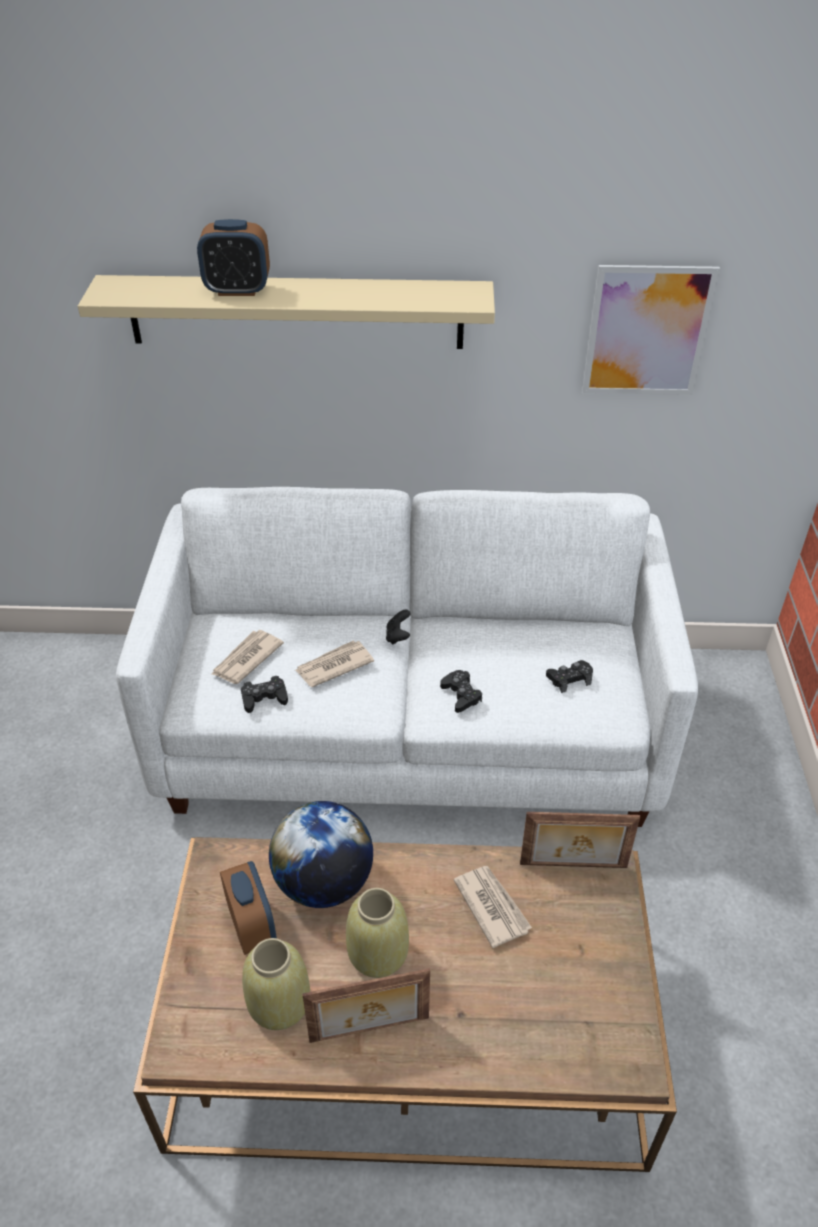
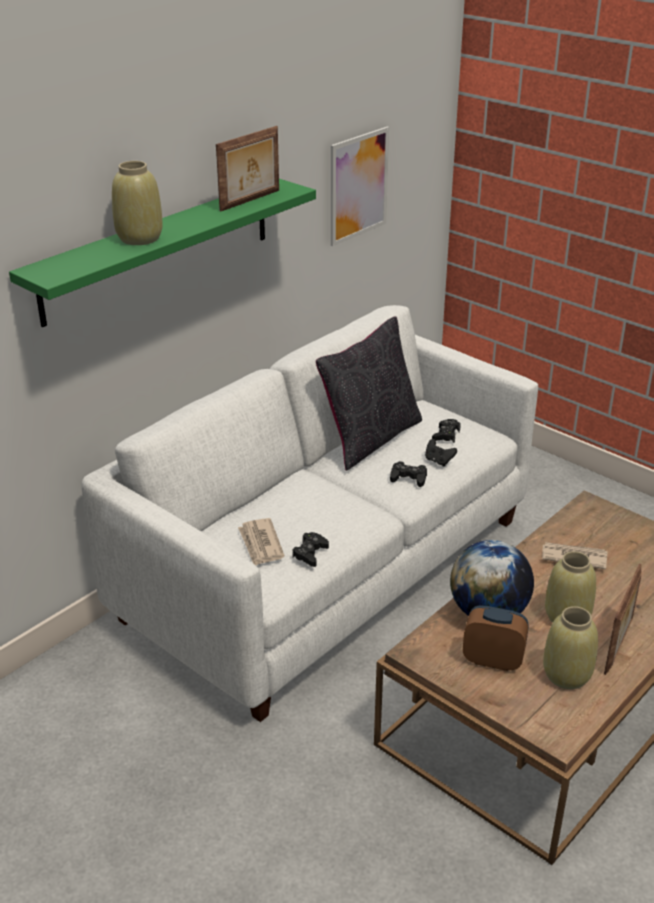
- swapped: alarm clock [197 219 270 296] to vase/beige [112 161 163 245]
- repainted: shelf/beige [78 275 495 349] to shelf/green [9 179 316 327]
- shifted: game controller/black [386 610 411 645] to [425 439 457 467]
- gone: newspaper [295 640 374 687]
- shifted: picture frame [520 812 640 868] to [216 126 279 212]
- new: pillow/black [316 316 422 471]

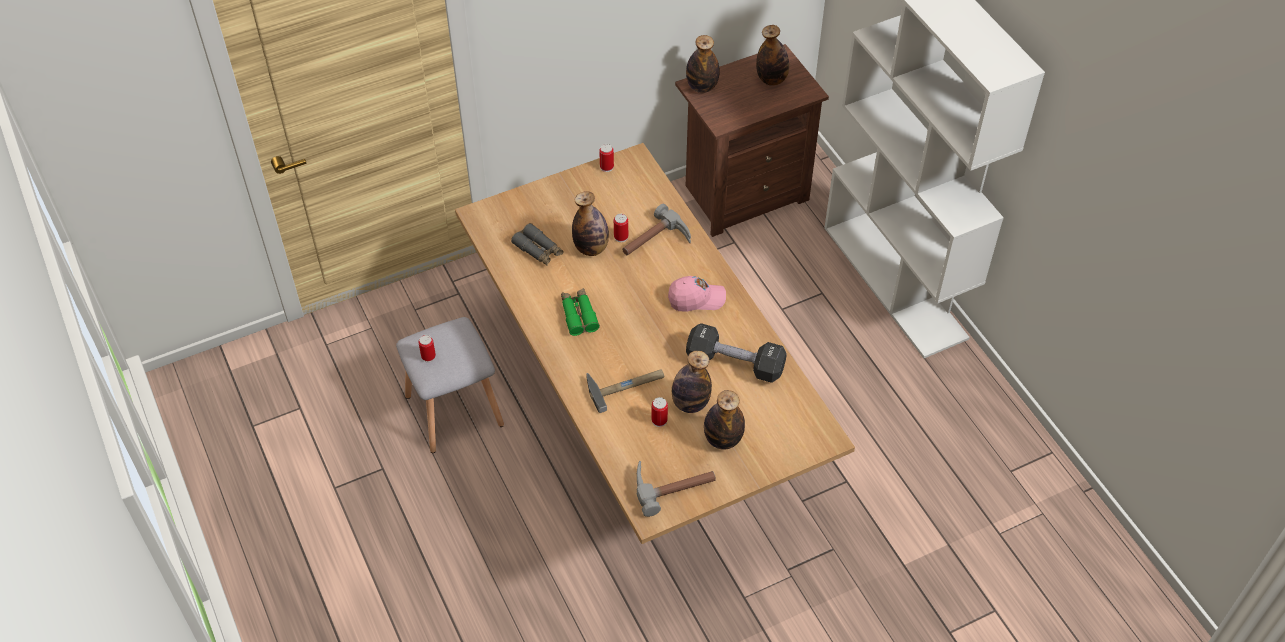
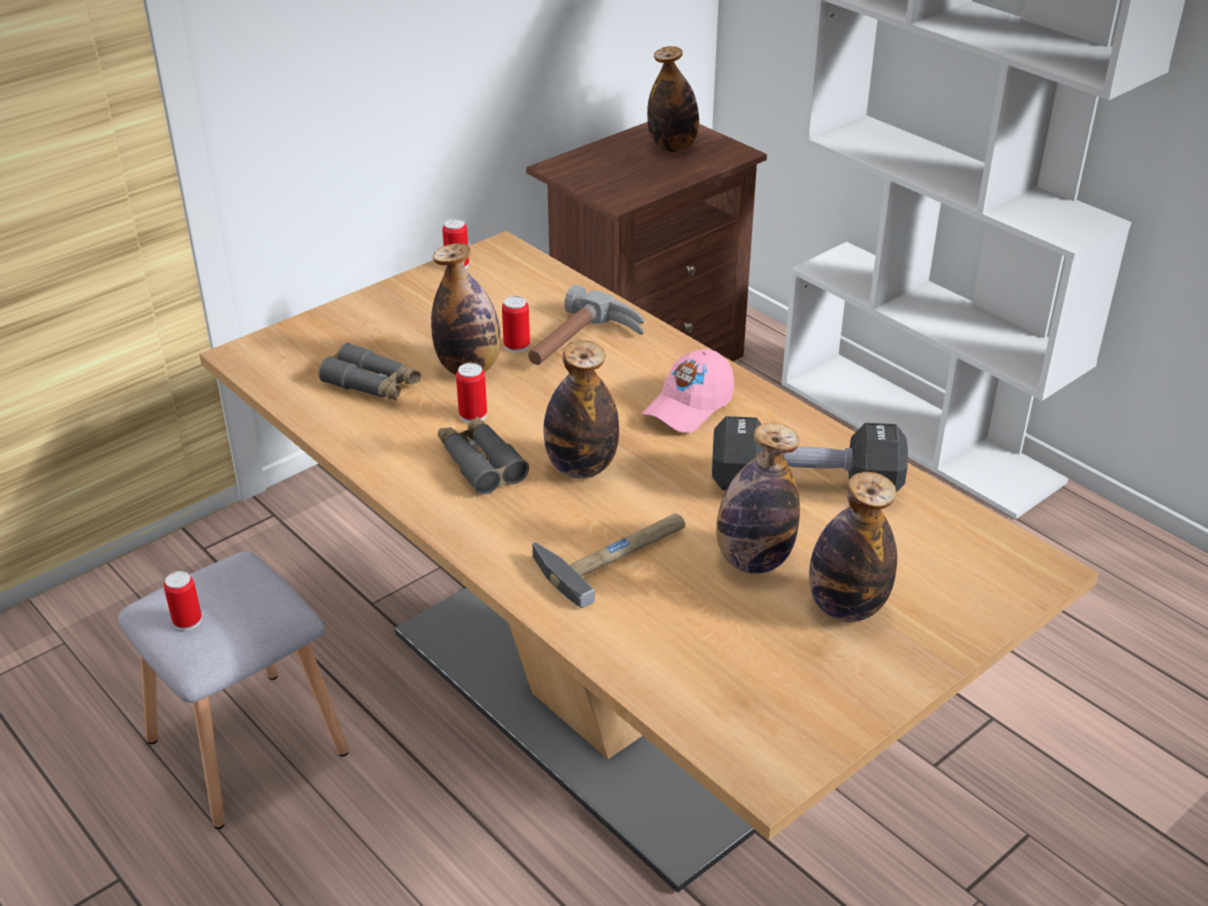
- shifted: bottle [686 35 719 93] to [543 340 619 478]
- rotated: cap/pink [668 276 726 312] = [642 349 734 433] 150 degrees clockwise
- repainted: binoculars/green [561 288 600 336] to binoculars/grey [438 417 529 494]
- shifted: can [652 397 668 427] to [456 363 487 423]
- gone: hammer [637 461 716 517]

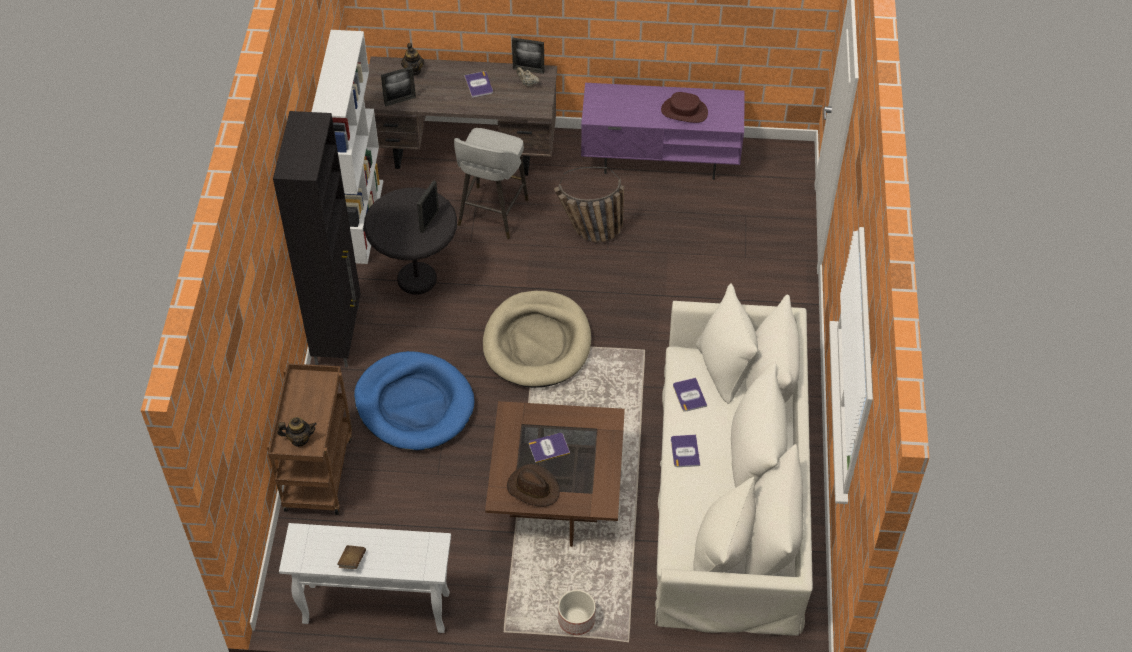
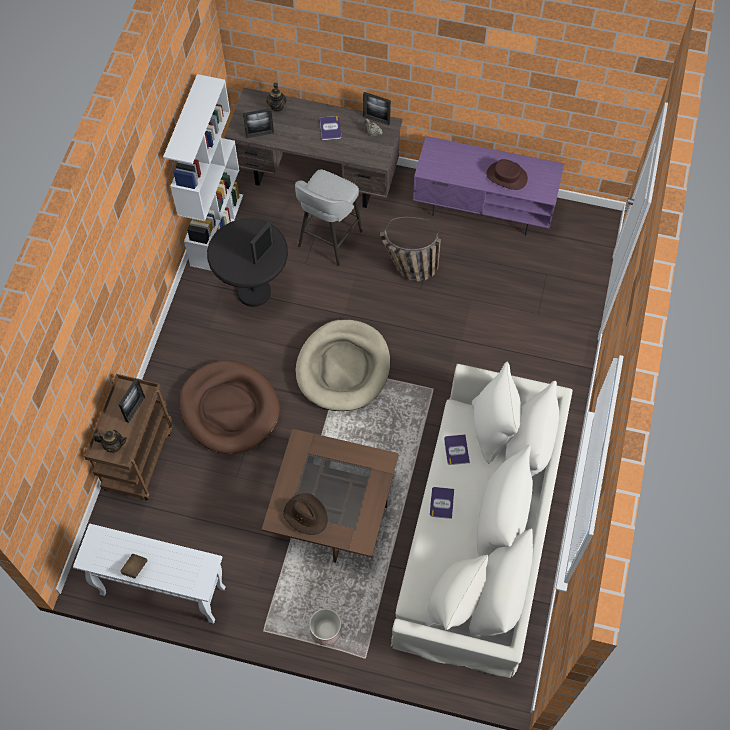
- gone: cabinet/black [273 111 361 367]
- repainted: dog bed/blue [354 351 474 451] to dog bed/brown [180 360 280 454]
- gone: book [529 433 570 463]
- new: picture frame [118 378 145 423]

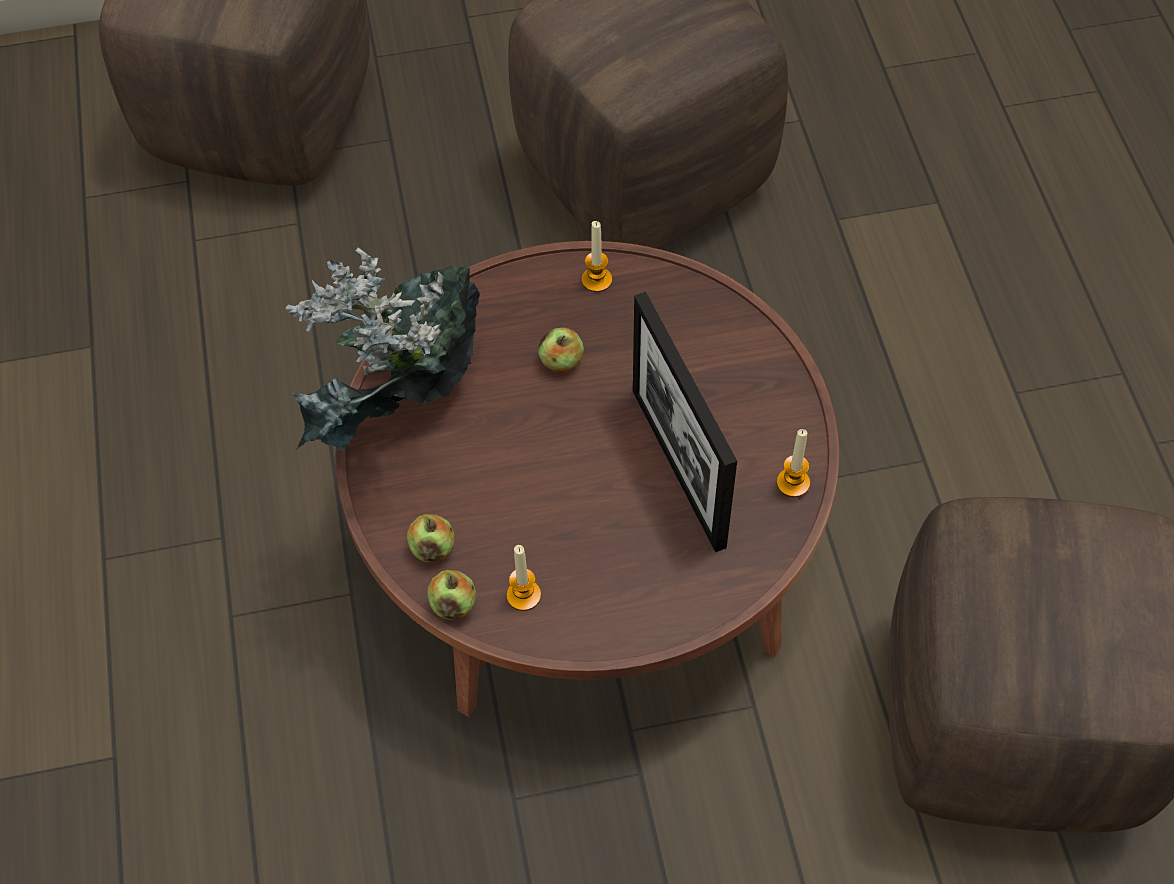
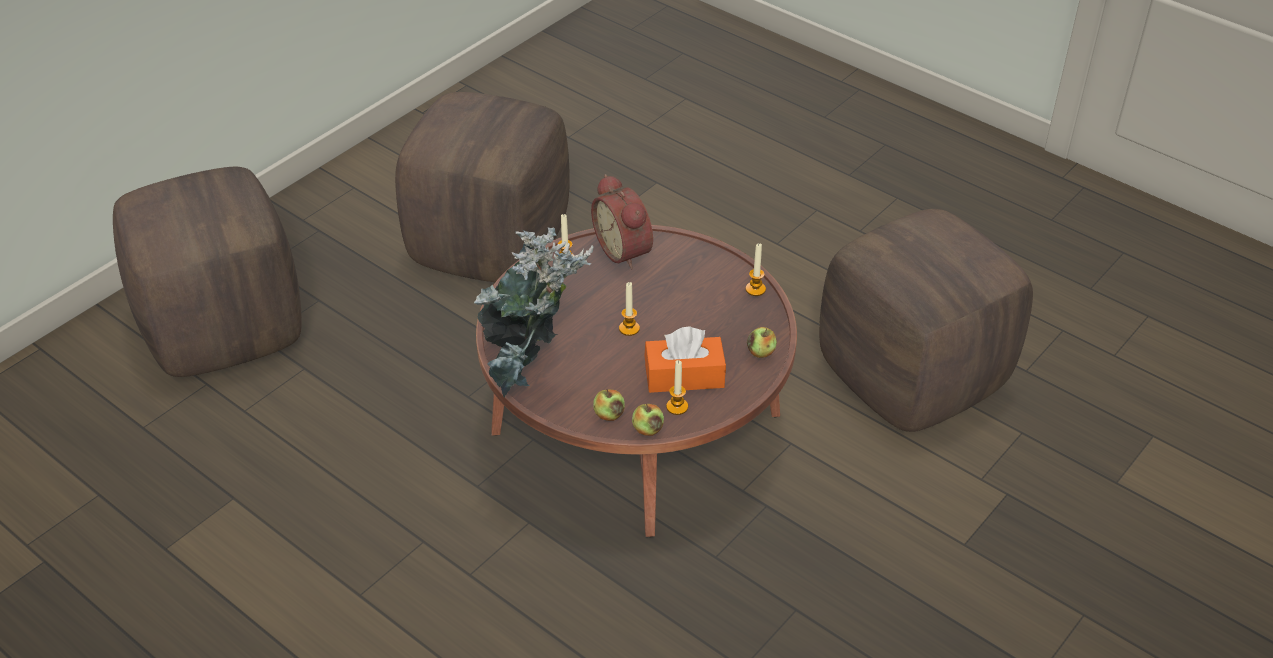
- gone: picture frame [633 292 737 552]
- shifted: apple [538 328 584 372] to [747 327 777 358]
- new: alarm clock [591 174 653 269]
- new: candle [619 282 640 336]
- new: tissue box/orange [644 327 726 393]

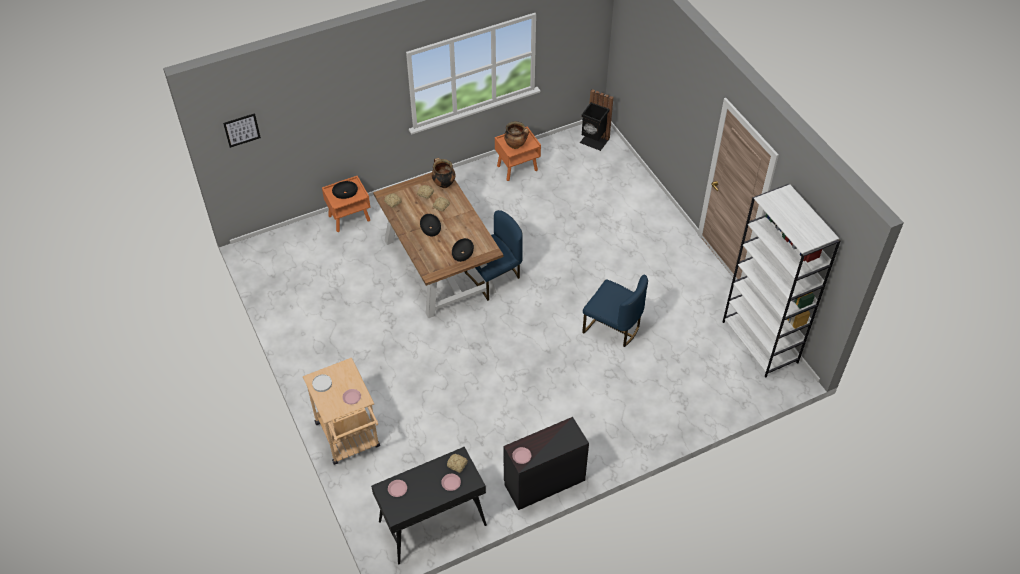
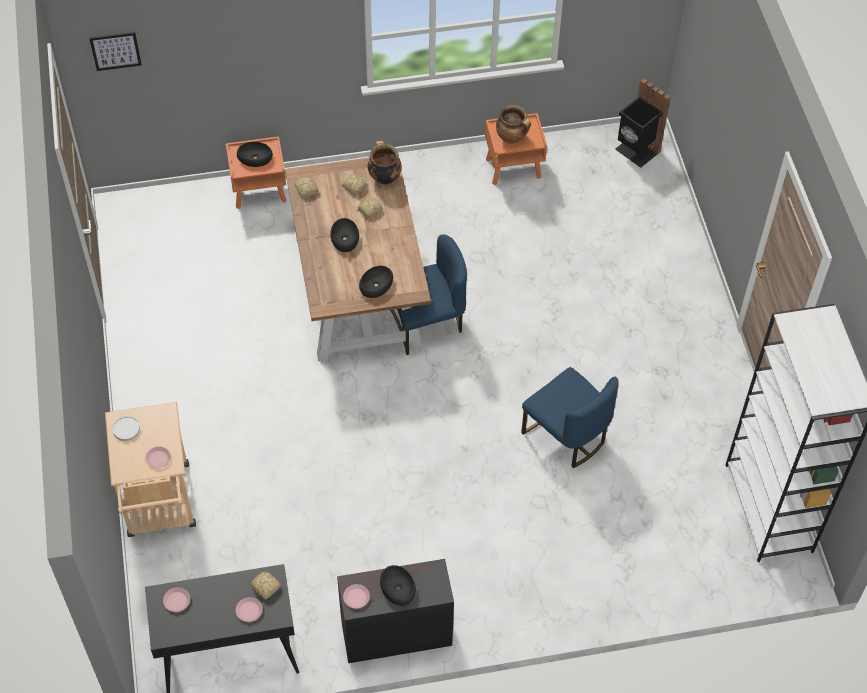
- new: bowl/black [380 565 416 606]

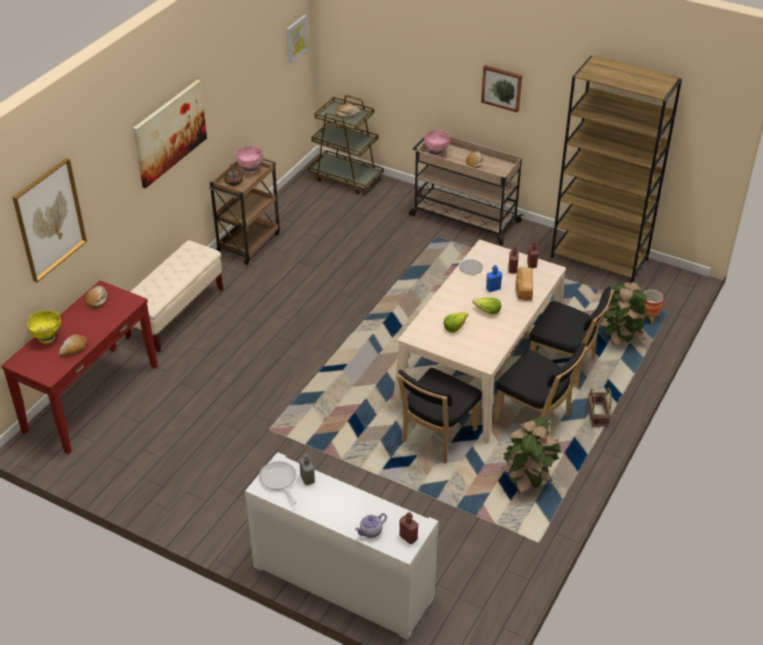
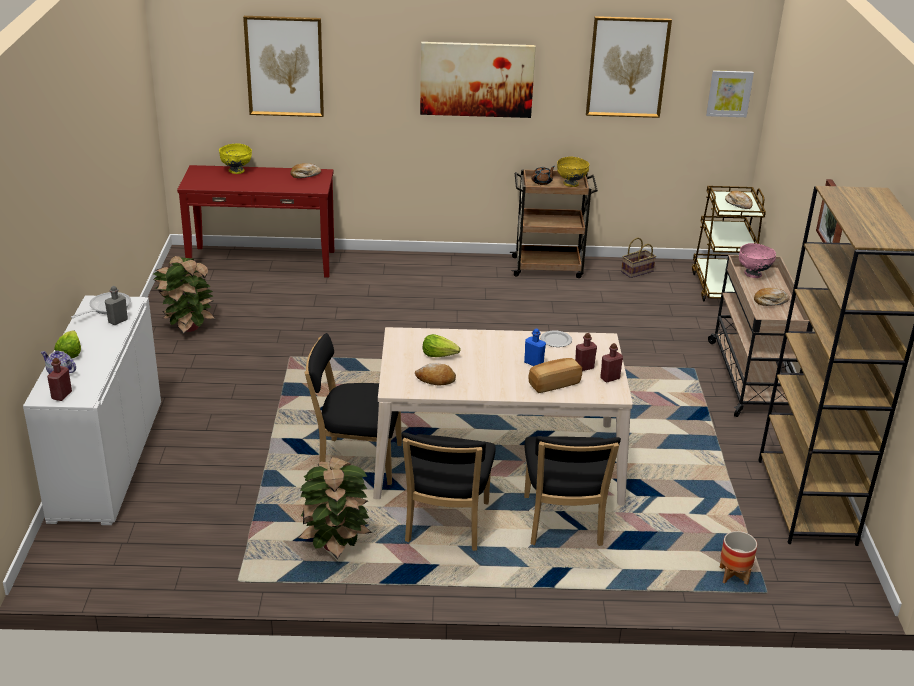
- repainted: bowl/pink [236 146 263 174] to bowl/yellow [557 157 589 187]
- gone: bench/beige [125 240 223 352]
- shifted: potted plant [600 282 648 345] to [153 256 216 334]
- shifted: lettuce [472 297 501 314] to [54 330 81 359]
- shifted: bread [59 334 87 357] to [415 363 456 386]
- shifted: basket [587 388 611 427] to [621 237 656 278]
- new: picture [586 16 672 118]

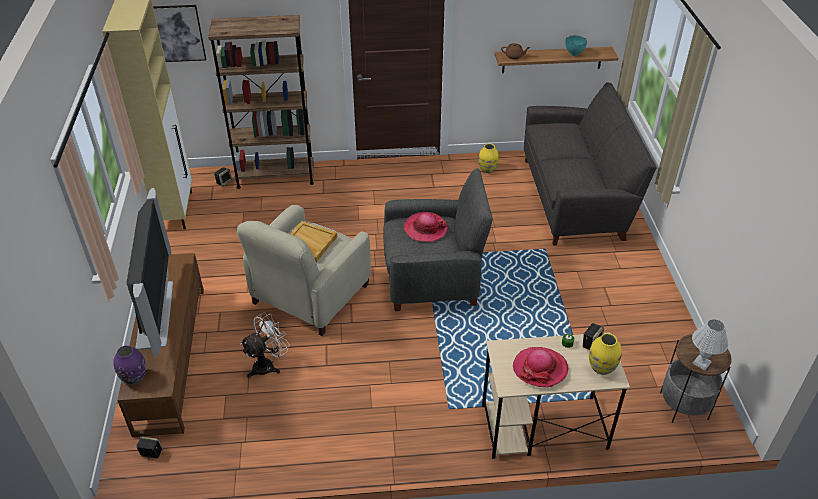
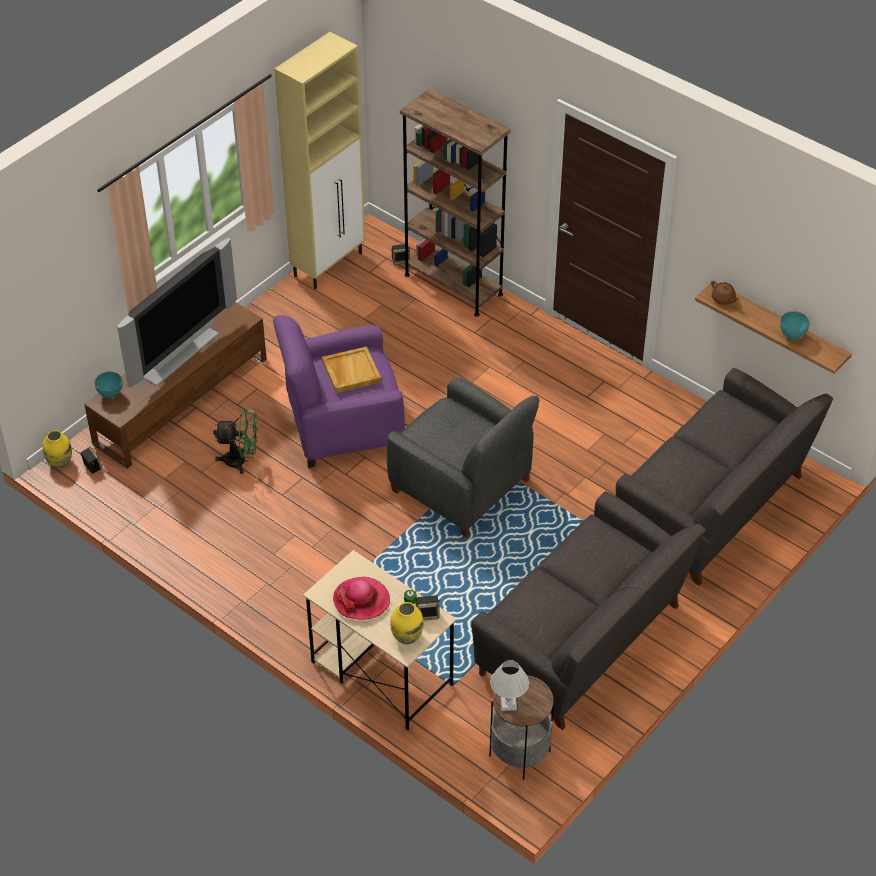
- gone: picture [153 5 206 62]
- shifted: vase/yellow [478 144 499 173] to [43 430 72 468]
- repainted: armchair/beige [237 205 371 336] to armchair/purple [273 315 405 468]
- gone: hat [404 212 448 242]
- repainted: fan/white [240 313 290 378] to fan/green [213 408 258 474]
- swapped: vase/purple [113 345 146 384] to bowl/turquoise [95 372 123 398]
- new: sofa/grey [471 491 706 730]

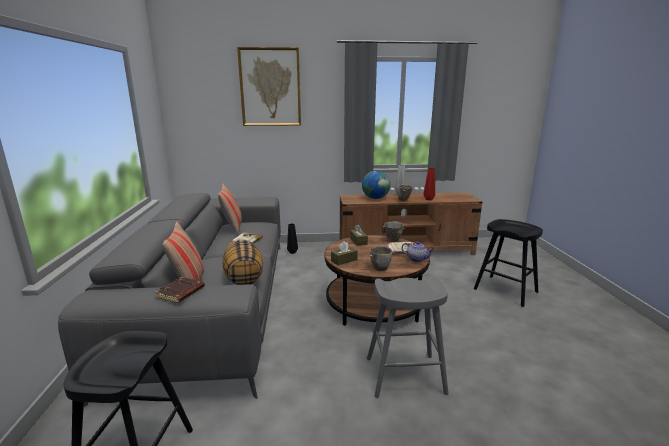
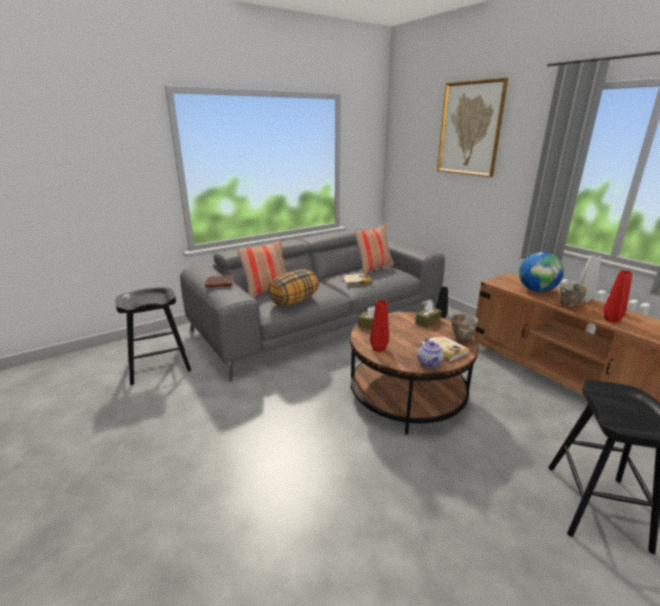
- swapped: bowl [370 246 392 271] to vase/red [370 300 389 352]
- gone: stool/grey [367 277 449 398]

